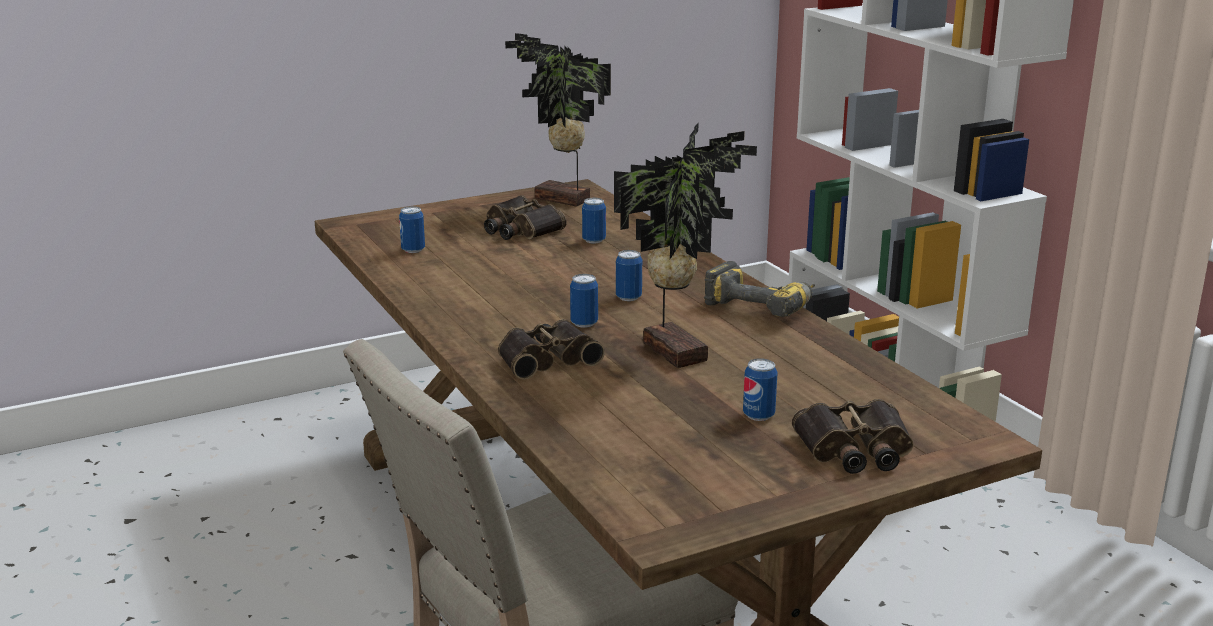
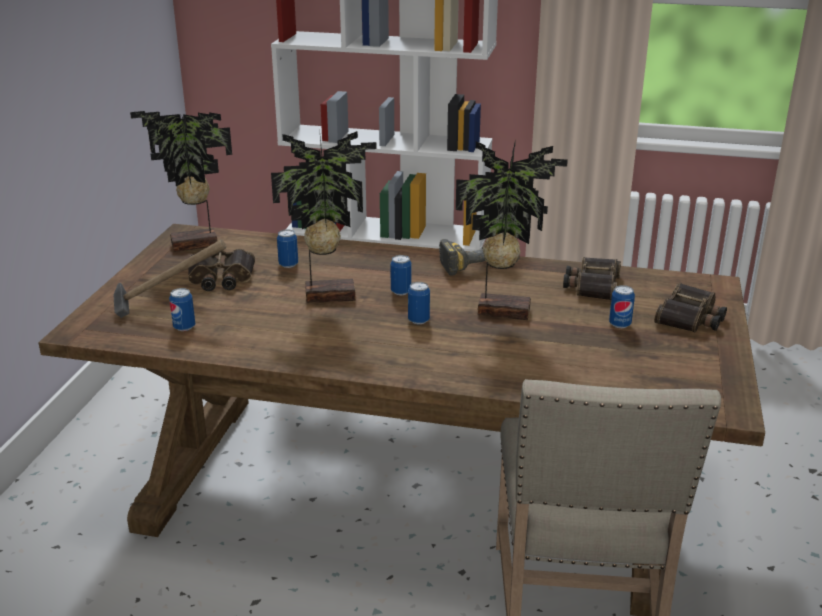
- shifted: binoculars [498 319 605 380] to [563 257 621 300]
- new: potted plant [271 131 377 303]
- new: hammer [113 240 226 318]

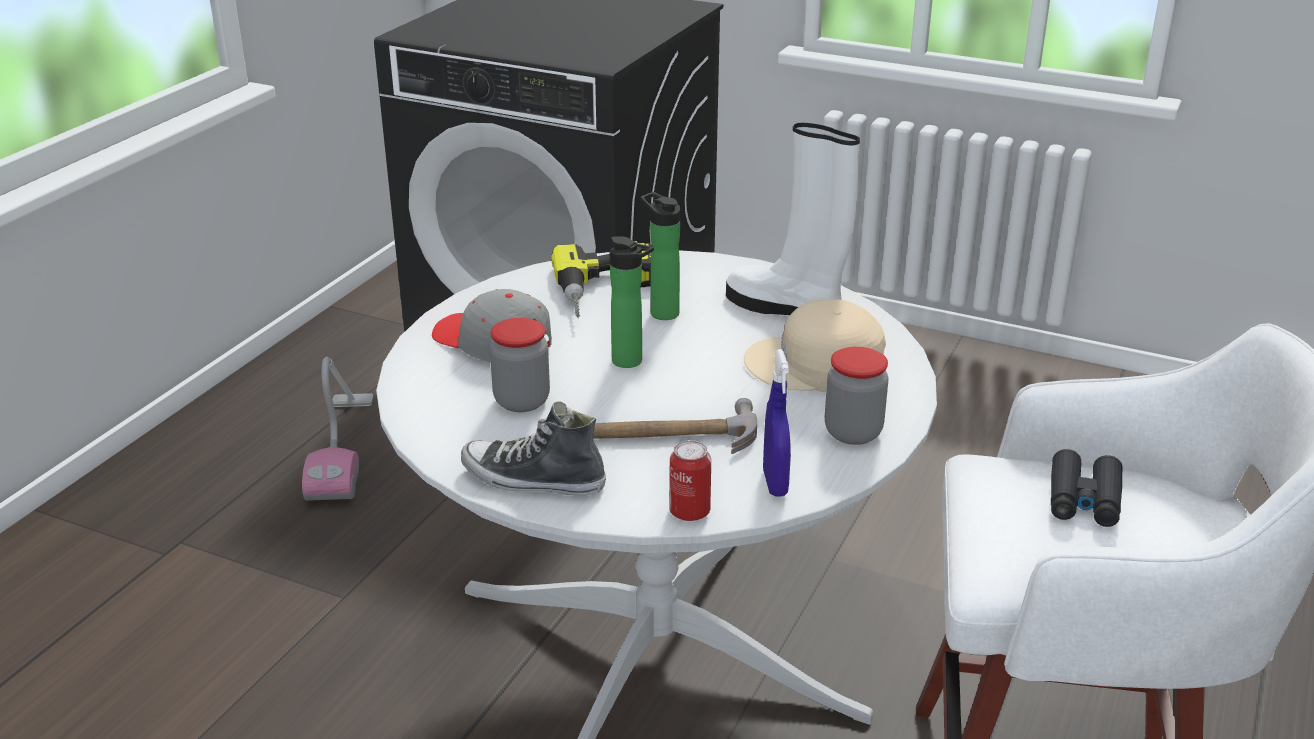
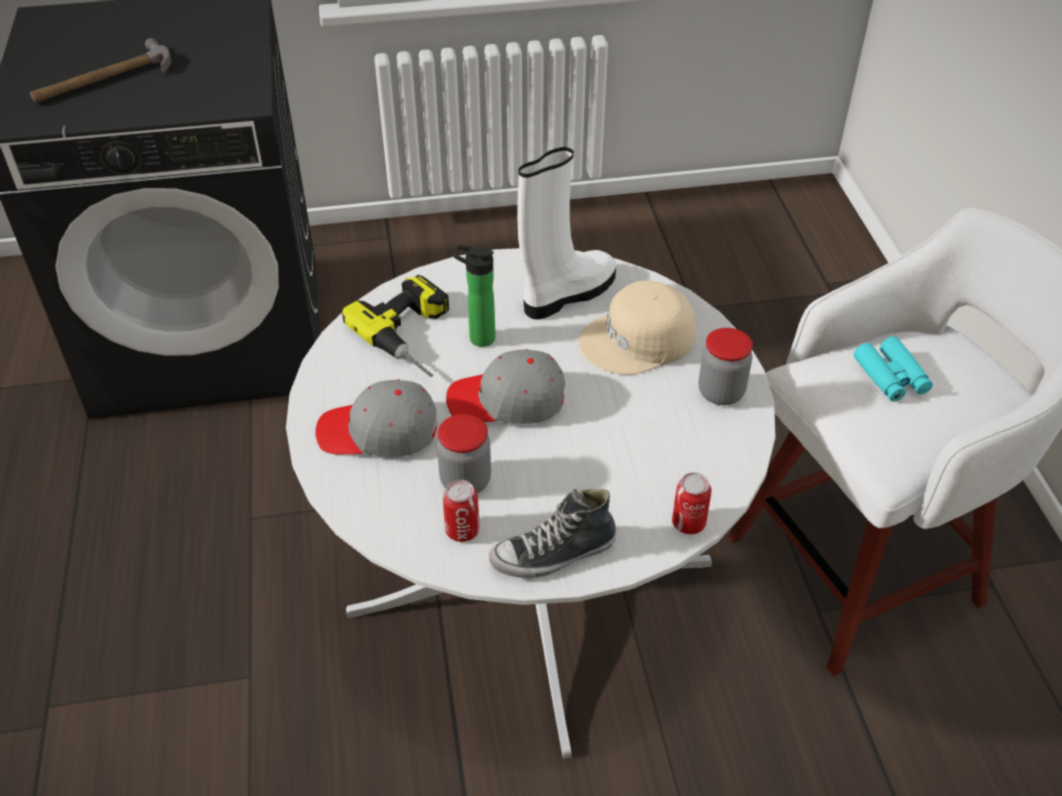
- rotated: boot/white [726 123 860 315] = [517 147 616 319] 135 degrees clockwise
- swapped: bottle [610 236 654 368] to cap/grey [446 349 565 424]
- gone: spray bottle/blue [763 349 791 496]
- gone: vacuum cleaner [302 357 373 501]
- shifted: hammer [593 398 757 454] to [30 38 171 103]
- repainted: binoculars/black [1051 449 1123 527] to binoculars/turquoise [854 336 933 401]
- new: can [443 480 480 542]

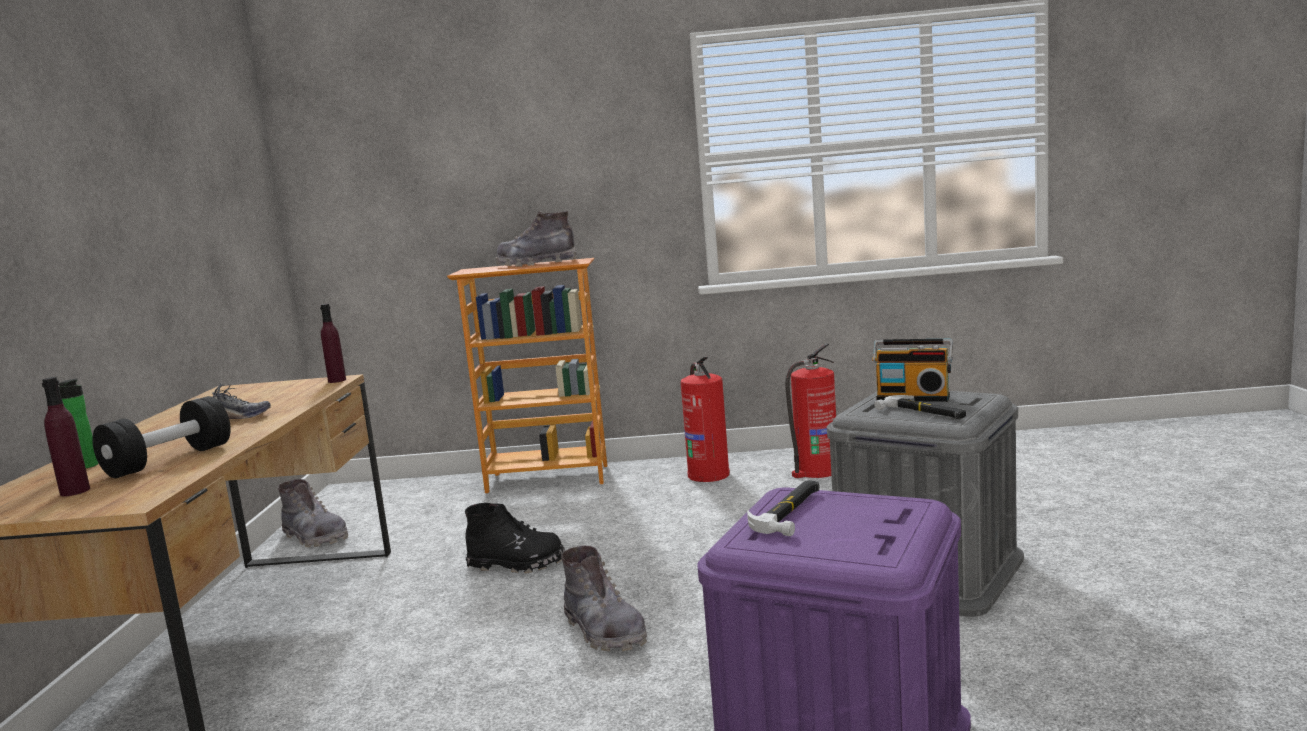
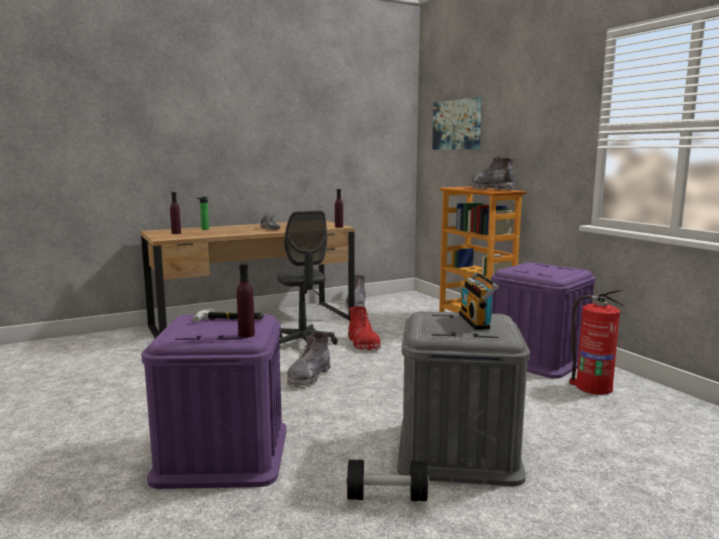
- swapped: fire extinguisher [680 357 730 482] to storage box/purple [491 262 596 379]
- gone: hammer [874 395 966 419]
- shifted: dumbbell/black [92 396 231 478] to [346 460 429 501]
- repainted: boot/black [465 503 565 573] to boot/red [348 306 381 351]
- new: picture [432 97 482 150]
- new: office chair/grey [277 210 338 349]
- new: bottle/purple [237 264 255 338]

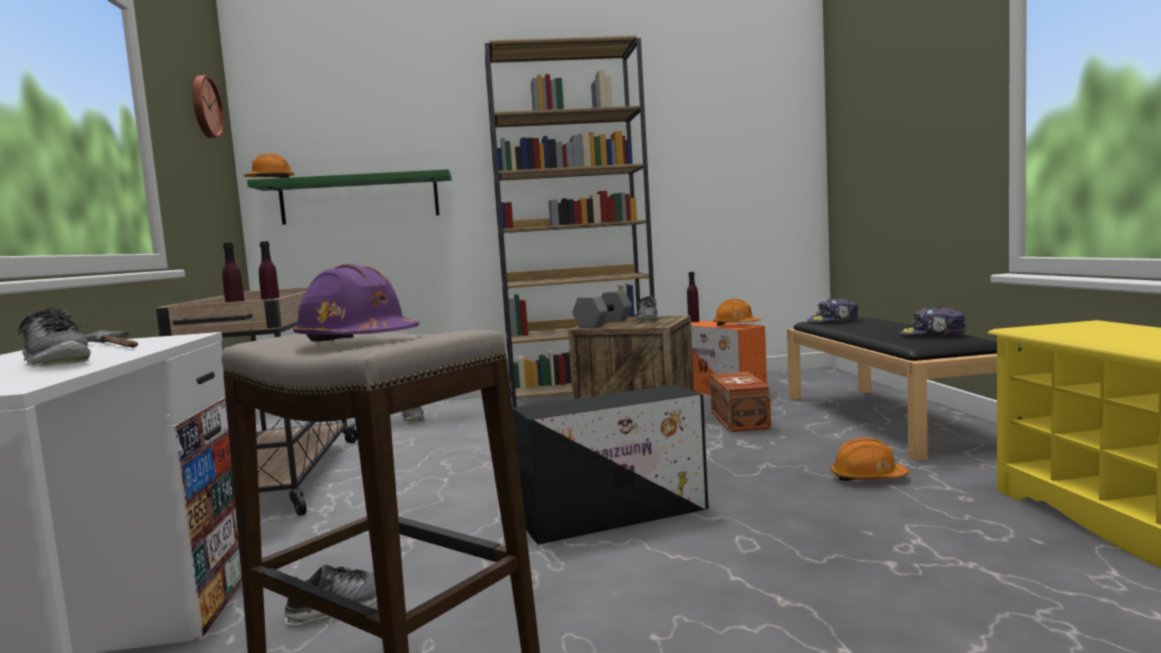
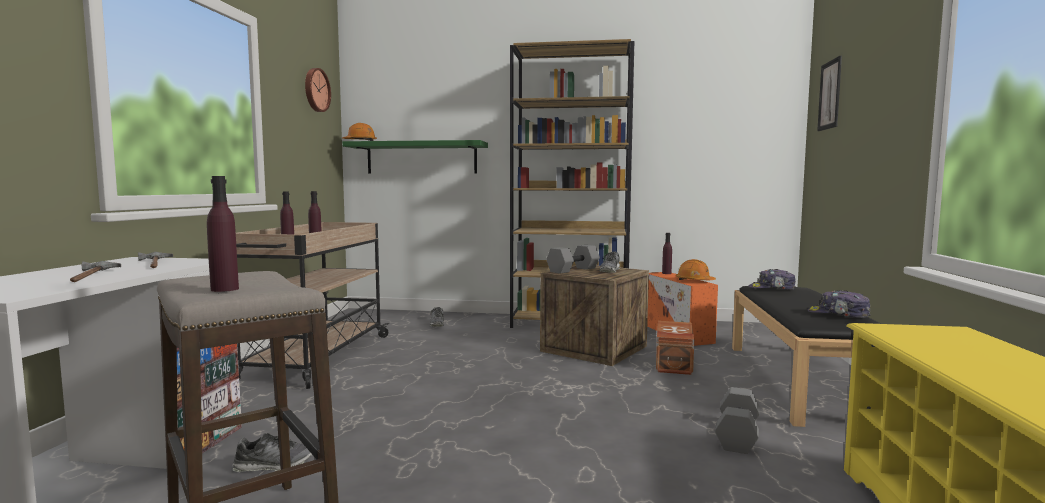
- swapped: hard hat/purple [293 264 419 342] to bottle/purple [207 176 239 292]
- swapped: shoe [18 307 91 367] to hammer [70 261 121 282]
- gone: storage box/black [513 385 708 545]
- swapped: hard hat/orange [831 437 909 481] to dumbbell/grey [715 387 760 454]
- new: picture [817 56 842 131]

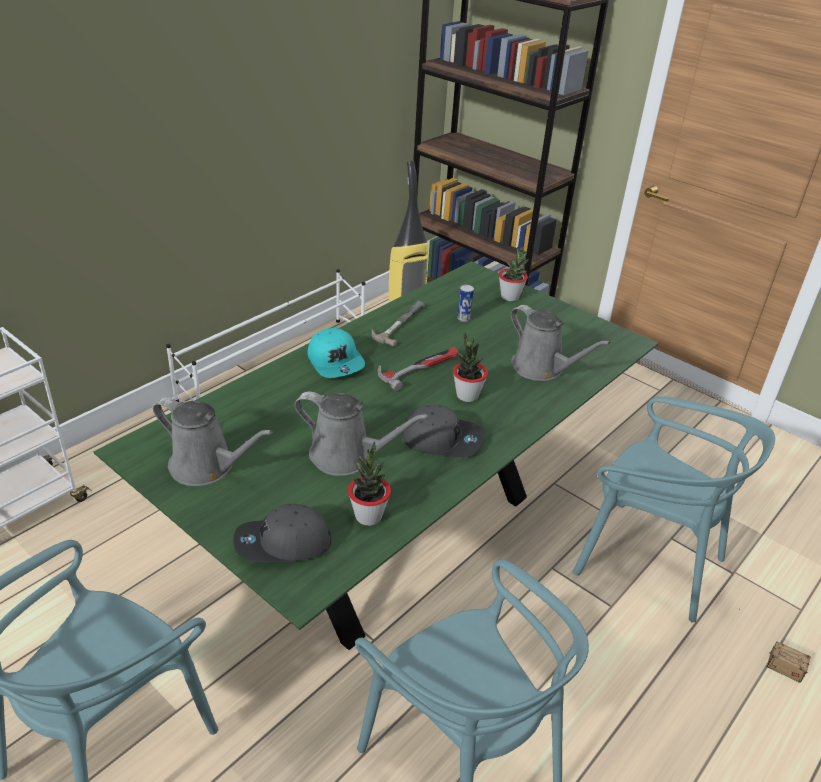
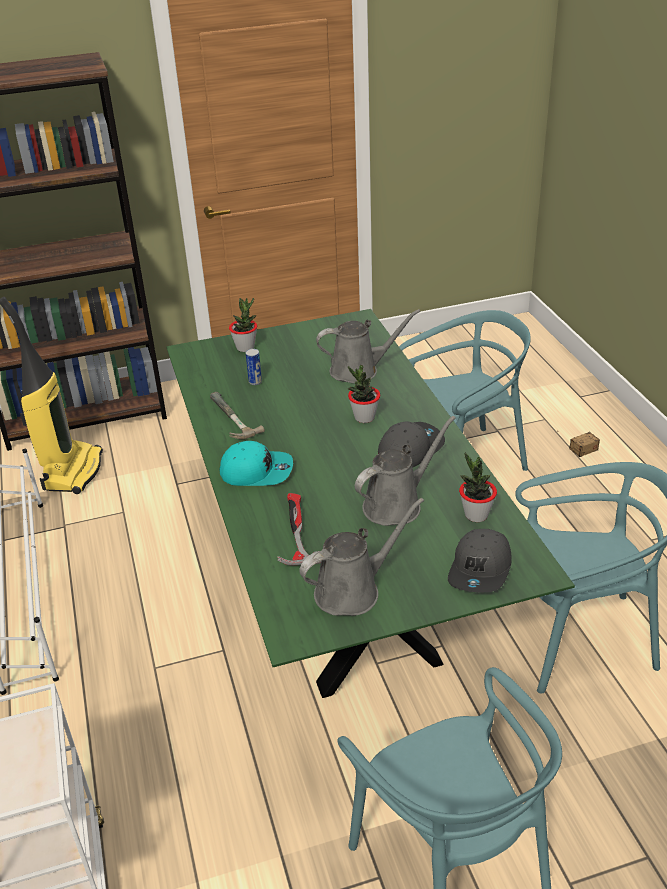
- shifted: hammer [378 347 458 391] to [277 493 321 566]

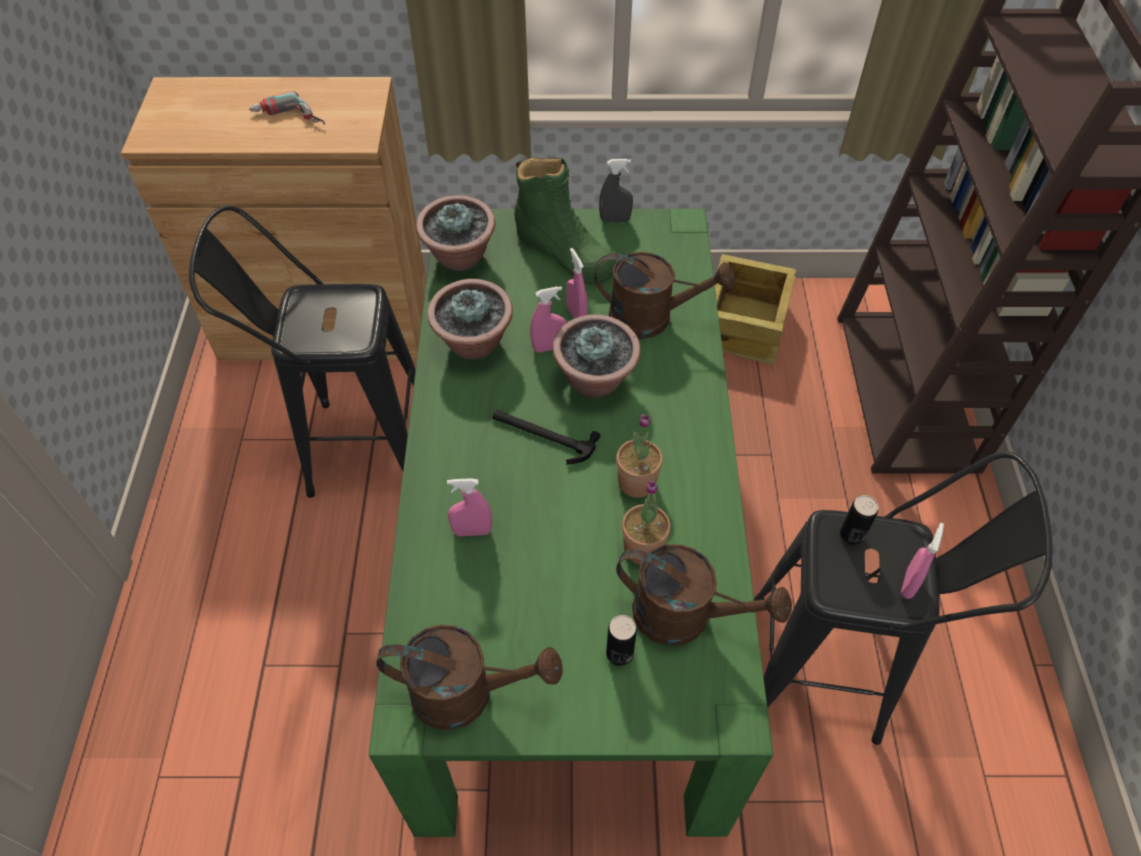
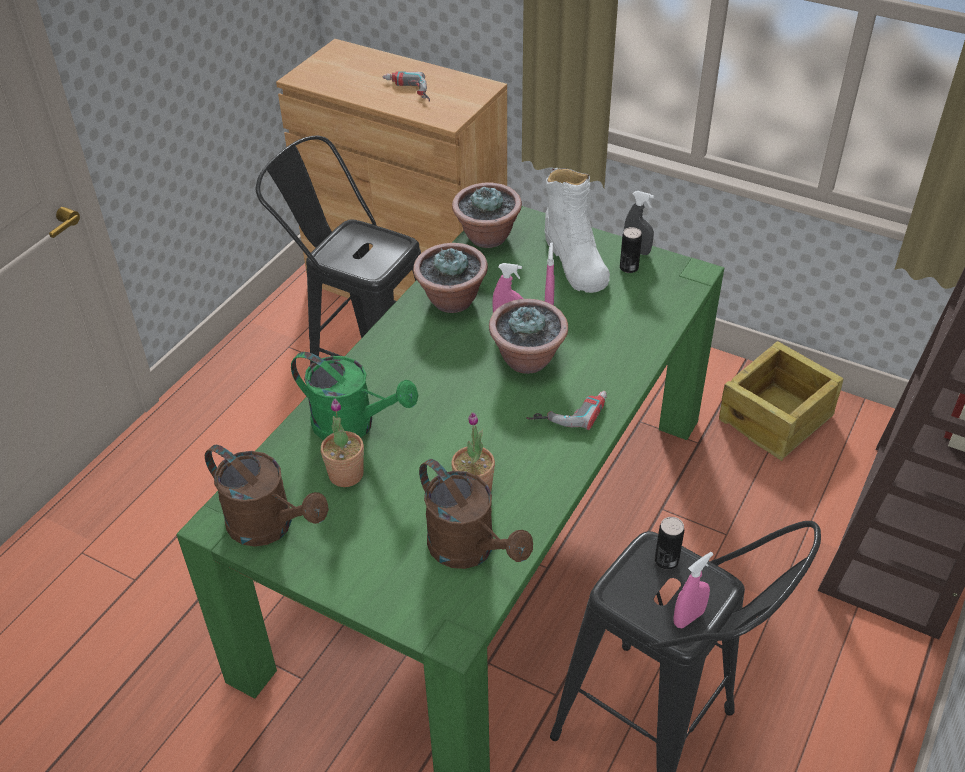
- repainted: boot/green [514 158 617 284] to boot/white [545 168 610 293]
- gone: watering can/brown [594 252 735 339]
- gone: hammer [492 410 601 465]
- shifted: potted plant [616 414 663 498] to [321 399 364 487]
- swapped: spray bottle/pink [447 478 492 536] to watering can/green [291 352 418 440]
- shifted: can [606 615 637 666] to [620 227 642 273]
- new: power drill [526 391 607 430]

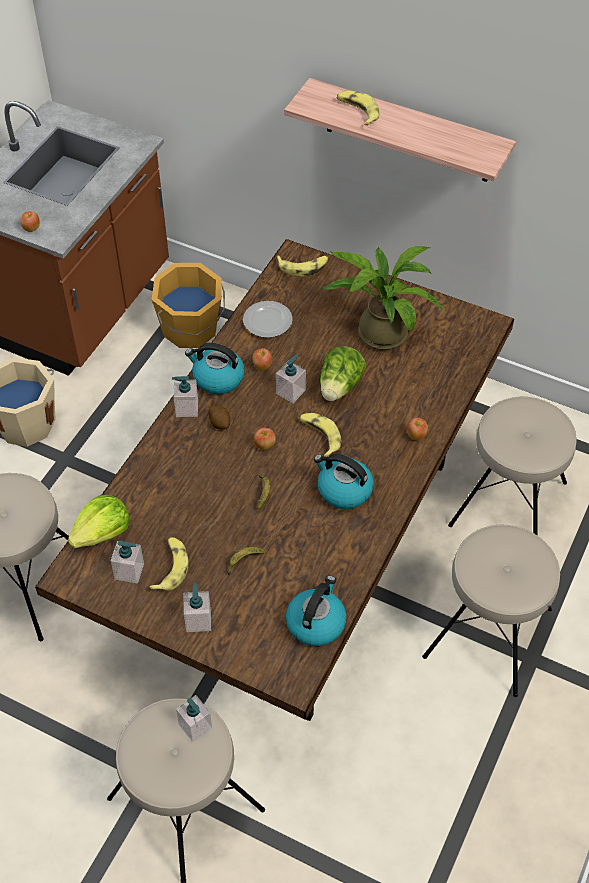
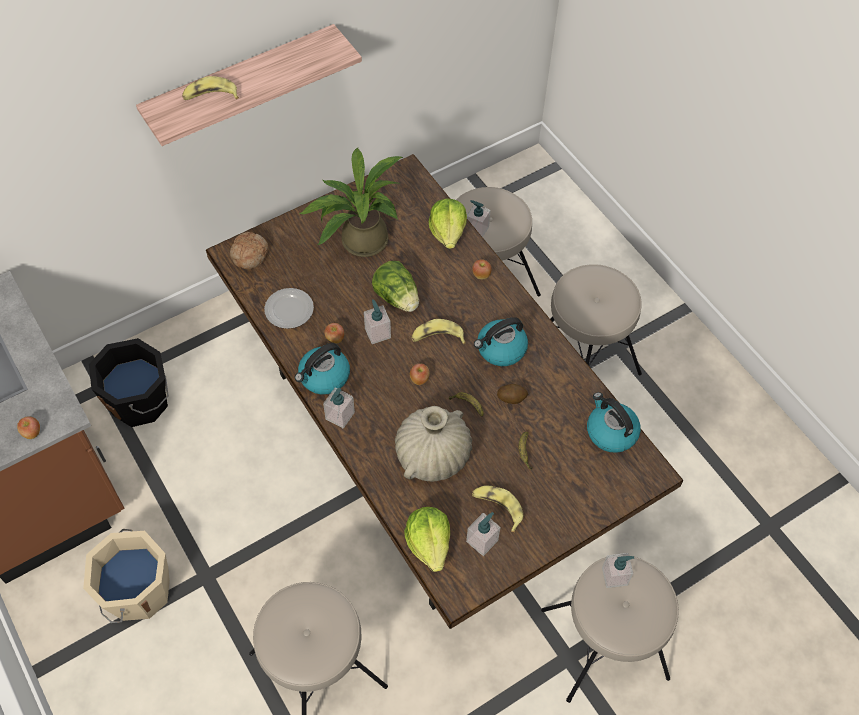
- swapped: banana [276 255 328 277] to bread [230 232 268 269]
- repainted: bucket/orange [151 263 225 348] to bucket/black [89 338 169 427]
- shifted: potato [208 404 230 430] to [497 384 528 404]
- shifted: soap dispenser [184 582 211 632] to [467 200 491 237]
- new: lettuce [429 198 467 249]
- new: vase/beige [395 406 472 482]

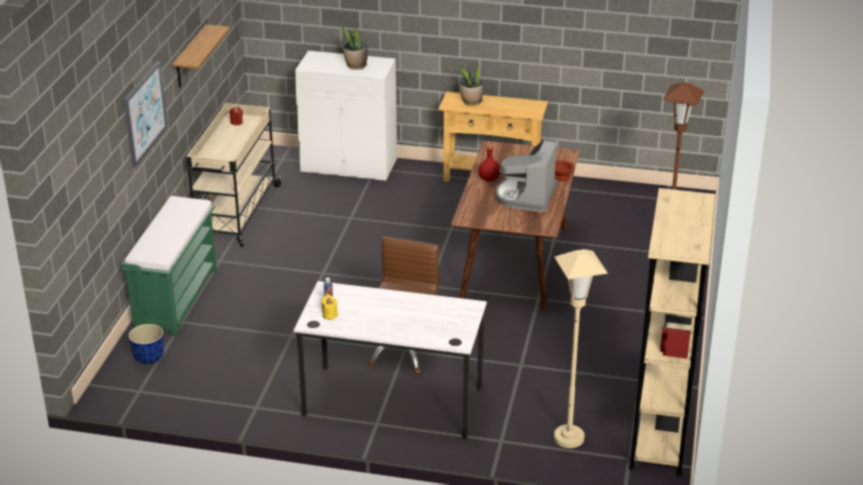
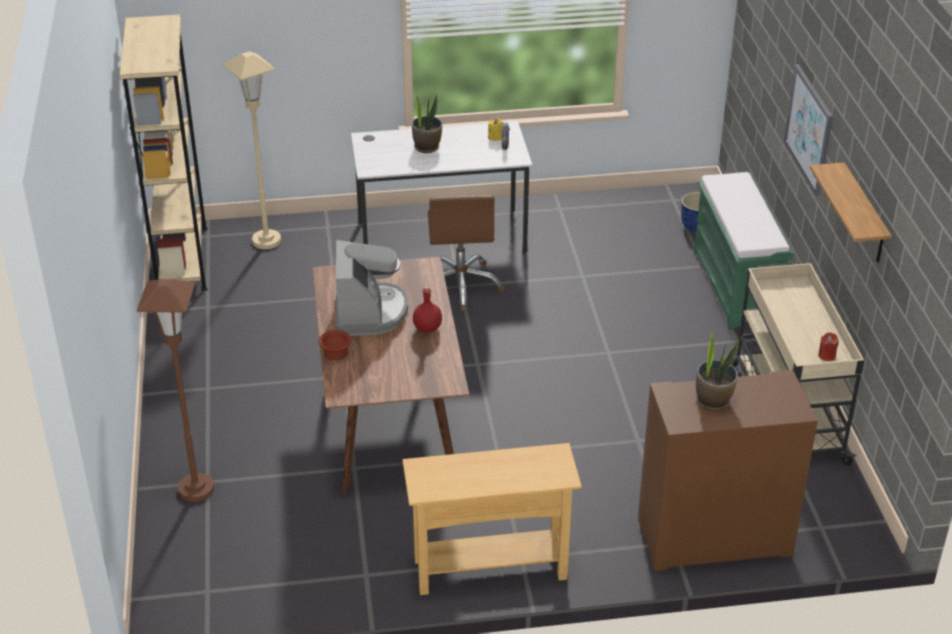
- repainted: cabinet/white [295 51 397 182] to cabinet/brown [638 370 818 571]
- shifted: potted plant [460 64 484 106] to [412 92 442 153]

